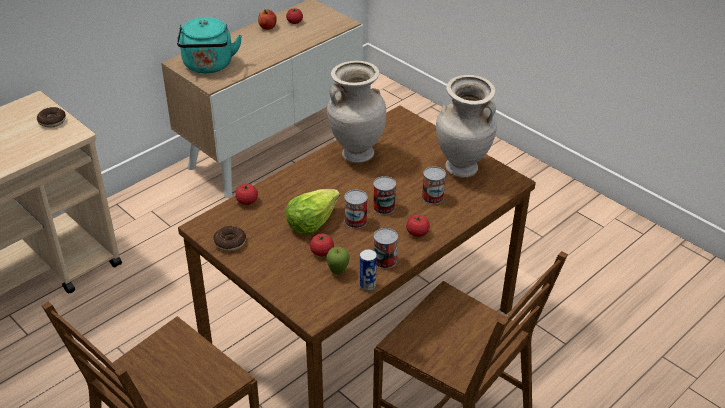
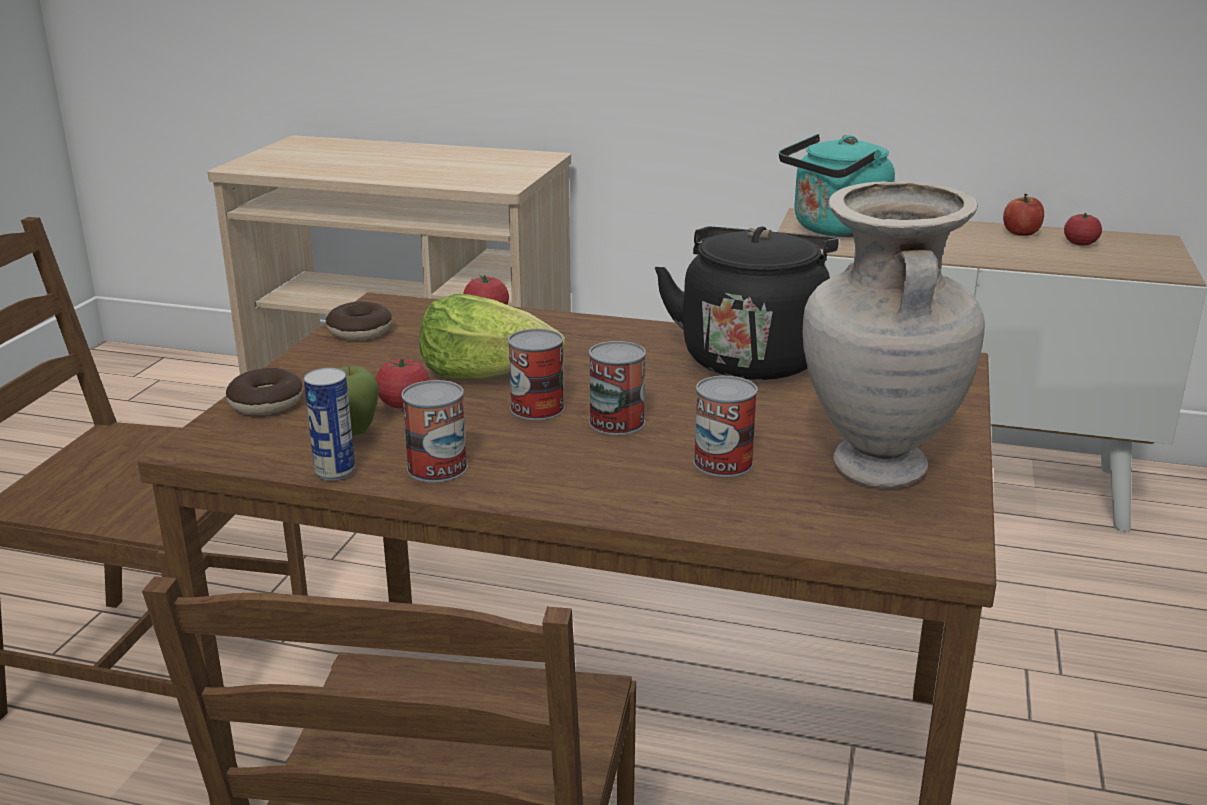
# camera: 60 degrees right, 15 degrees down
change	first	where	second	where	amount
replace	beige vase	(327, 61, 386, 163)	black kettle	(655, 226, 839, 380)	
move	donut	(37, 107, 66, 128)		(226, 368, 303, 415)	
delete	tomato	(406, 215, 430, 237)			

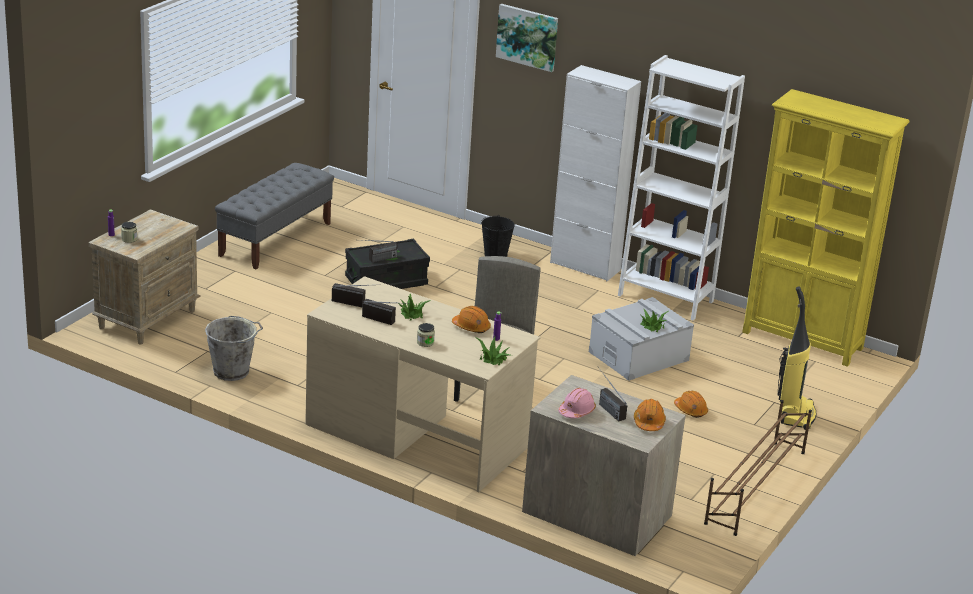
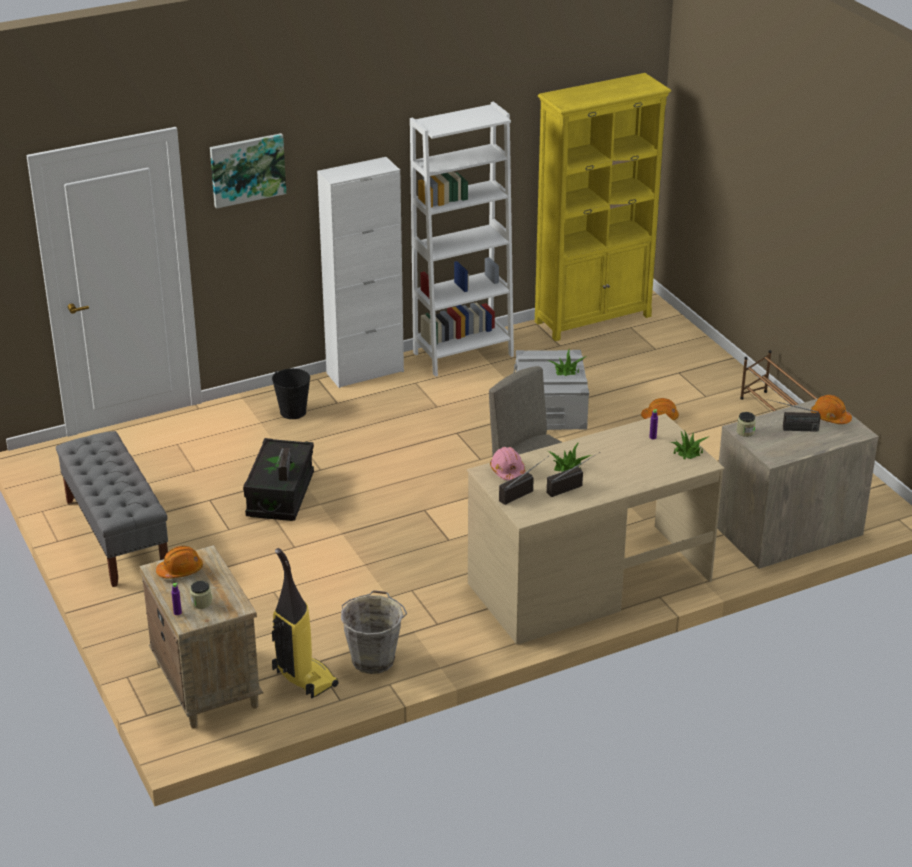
# camera: 55 degrees left, 5 degrees up
change	first	where	second	where	amount
move	vacuum cleaner	(777, 286, 816, 430)		(272, 548, 339, 699)	
move	orange hard hat	(452, 306, 491, 333)		(156, 546, 203, 579)	
move	jar	(417, 323, 435, 347)		(737, 412, 756, 437)	
move	pink hard hat	(558, 388, 596, 418)		(490, 447, 526, 481)	

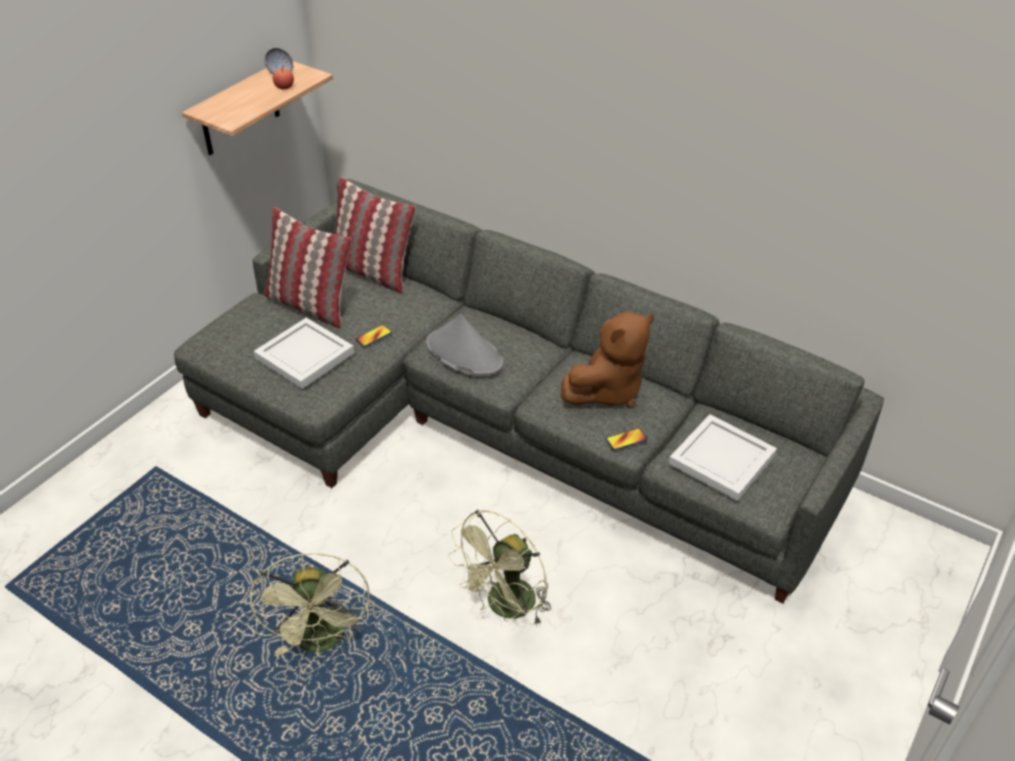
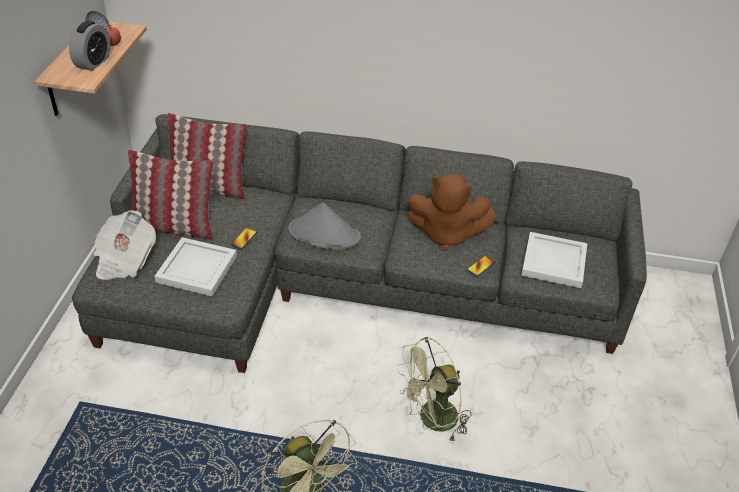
# camera: 25 degrees left, 0 degrees up
change	first	where	second	where	amount
rotate	brown plush toy	(561, 311, 654, 407)		(407, 173, 497, 251)	75 degrees clockwise
rotate	green fan	(448, 510, 551, 625)		(397, 337, 471, 442)	45 degrees clockwise
insert			alarm clock	(69, 21, 111, 71)	
insert			newspaper	(94, 210, 156, 280)	

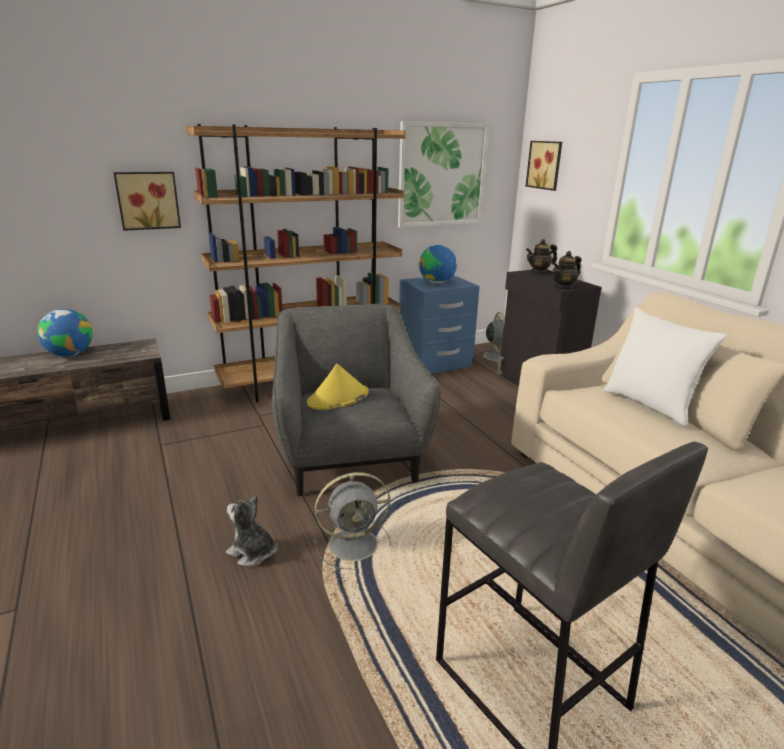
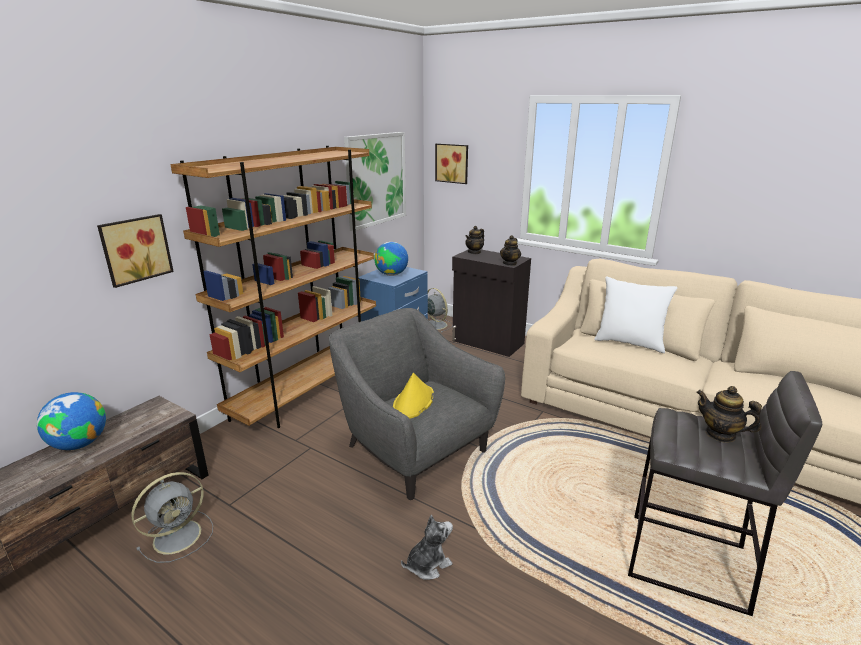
# camera: 30 degrees left, 0 degrees up
change	first	where	second	where	amount
move	grey fan	(313, 472, 391, 570)		(131, 472, 213, 563)	
rotate	plush toy	(226, 494, 278, 567)		(401, 515, 453, 580)	150 degrees clockwise
insert			teapot	(696, 386, 762, 443)	

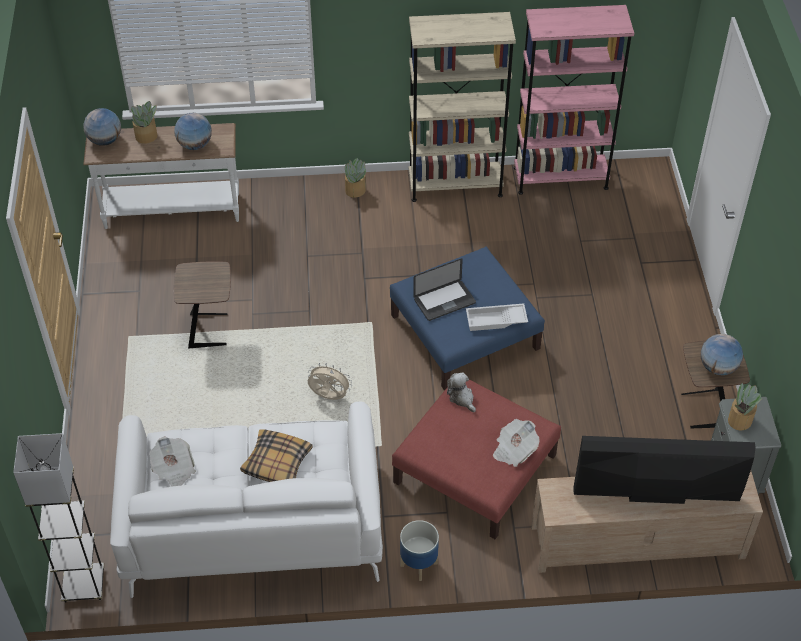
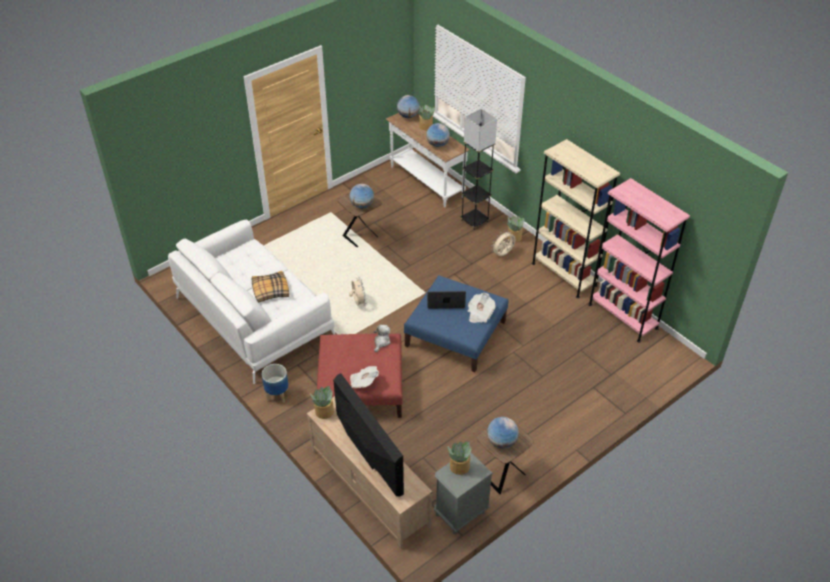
# camera: 55 degrees right, 5 degrees down
change	first	where	second	where	amount
rotate	laptop	(413, 258, 476, 321)		(427, 291, 466, 309)	150 degrees clockwise
delete	white tray	(466, 303, 528, 331)			
move	grey floor lamp	(13, 433, 104, 603)		(460, 109, 497, 230)	
move	newspaper	(149, 436, 196, 487)		(468, 293, 496, 323)	
insert			globe	(349, 184, 374, 208)	
insert			beige fan	(491, 230, 516, 256)	
insert			potted plant	(310, 386, 334, 419)	

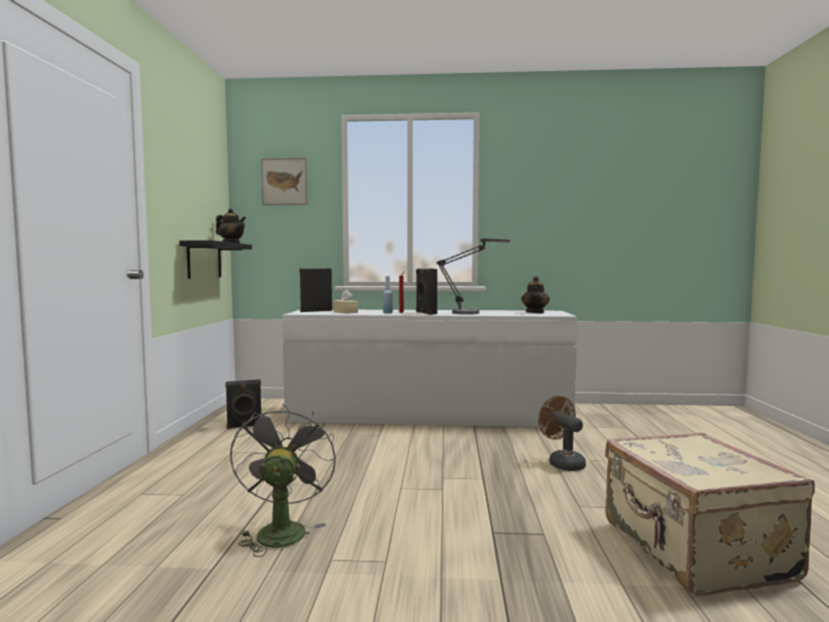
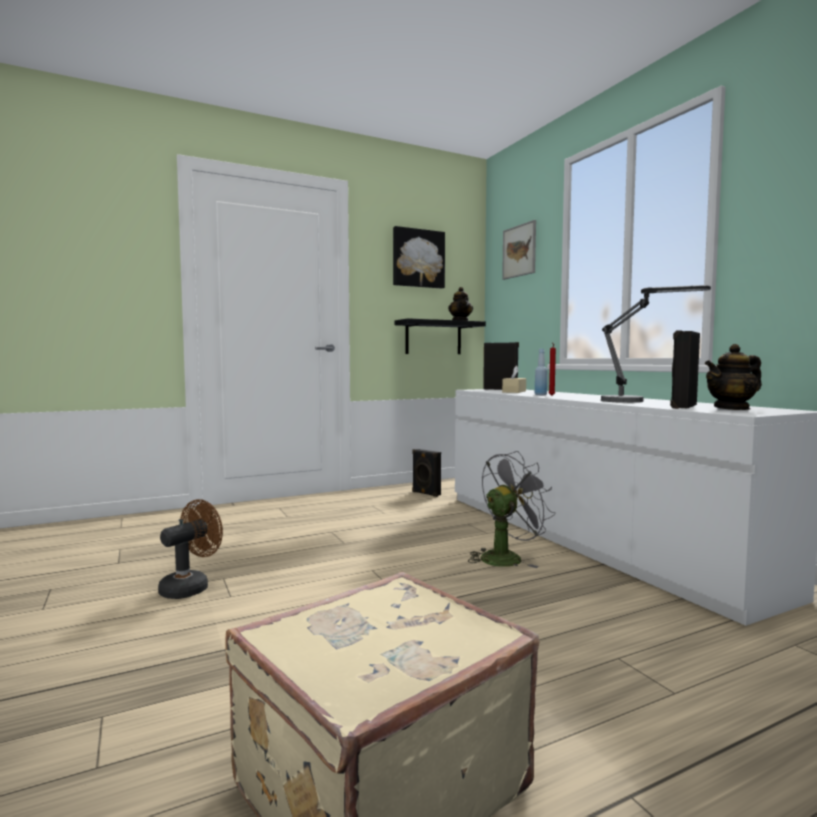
# camera: 60 degrees right, 0 degrees up
change	first	where	second	where	amount
move	black speaker	(416, 268, 437, 315)		(670, 330, 700, 409)	
move	brown fan	(538, 396, 586, 471)		(158, 499, 223, 599)	
move	grey fan	(230, 404, 336, 557)		(468, 451, 555, 568)	
insert			picture	(393, 226, 445, 289)	

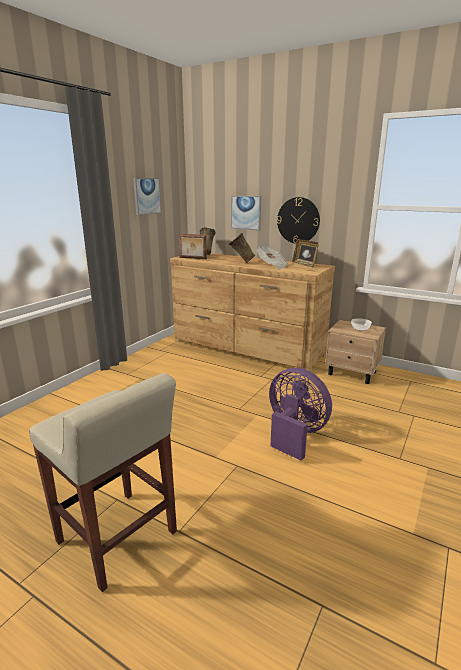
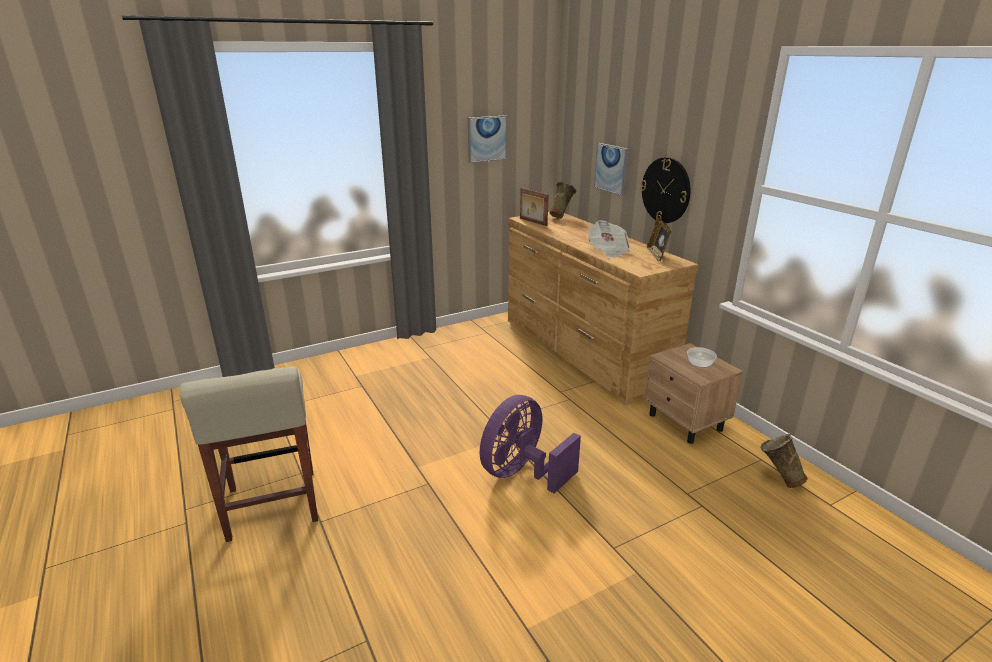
# camera: 30 degrees right, 5 degrees up
change	first	where	second	where	amount
move	beige vase	(228, 233, 255, 263)		(760, 434, 808, 488)	
rotate	purple fan	(269, 368, 332, 461)		(480, 395, 581, 493)	120 degrees counterclockwise

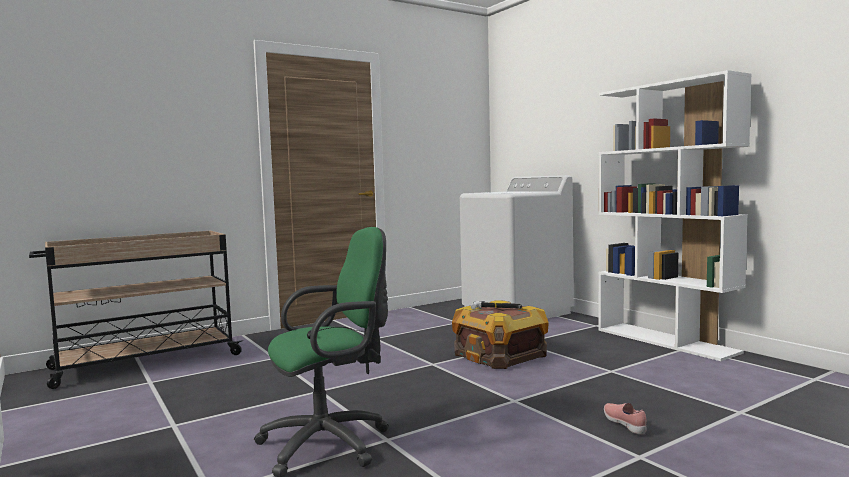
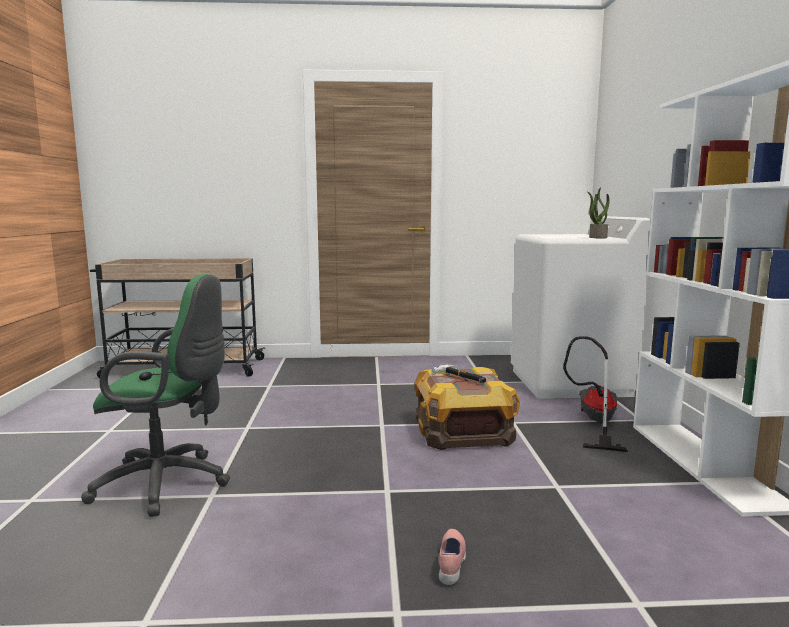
# camera: 30 degrees right, 5 degrees up
change	first	where	second	where	amount
insert			potted plant	(587, 187, 610, 238)	
insert			vacuum cleaner	(563, 336, 628, 452)	

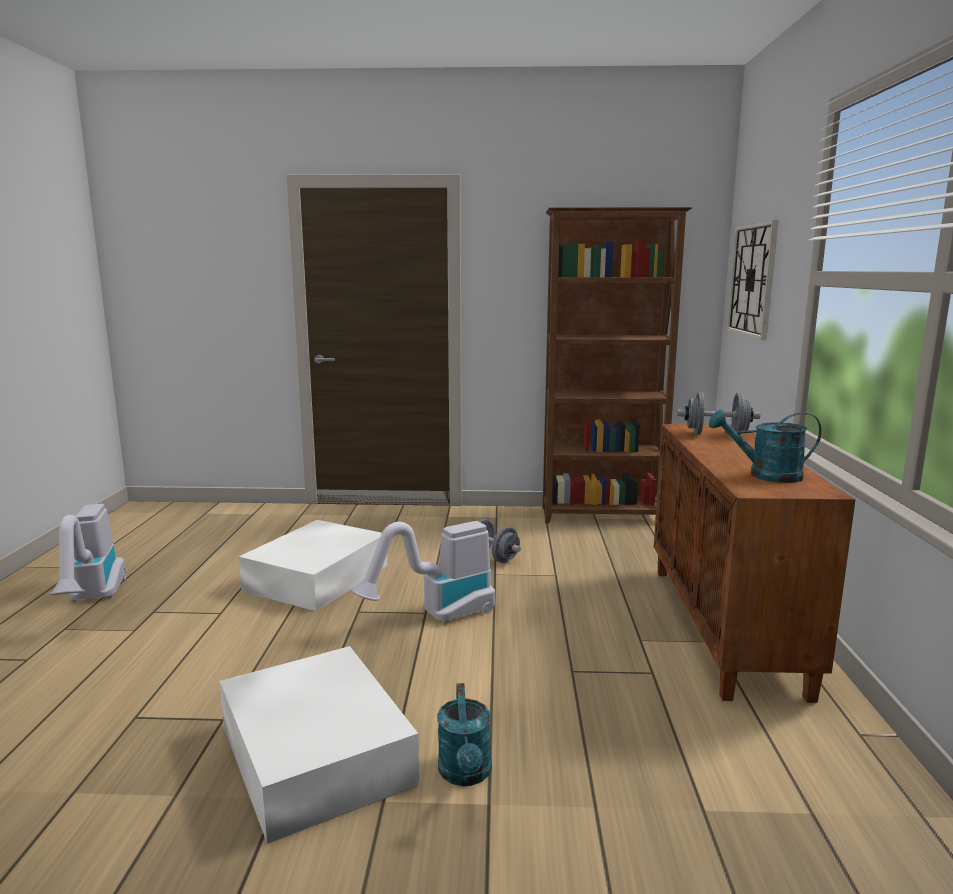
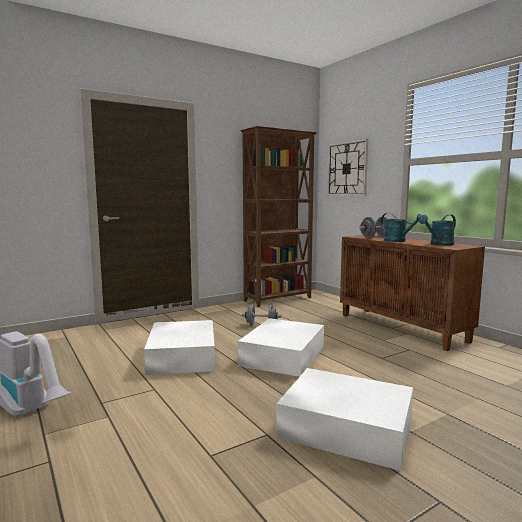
# camera: 35 degrees left, 5 degrees down
change	first	where	second	where	amount
replace	vacuum cleaner	(351, 521, 495, 624)	white storage box	(238, 318, 324, 377)	
move	turquoise watering can	(437, 683, 492, 786)		(381, 213, 422, 242)	

